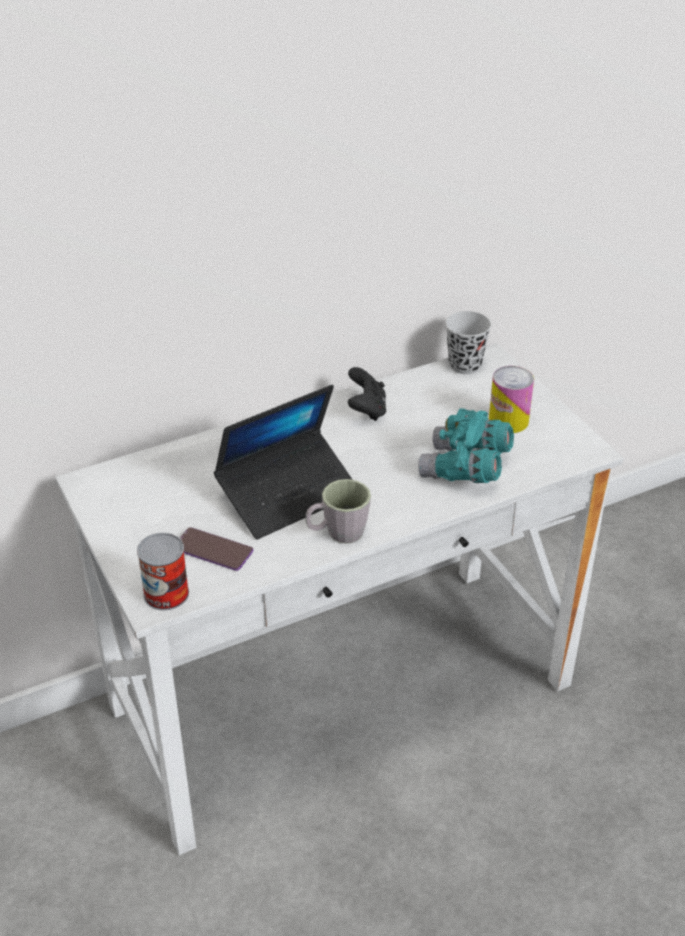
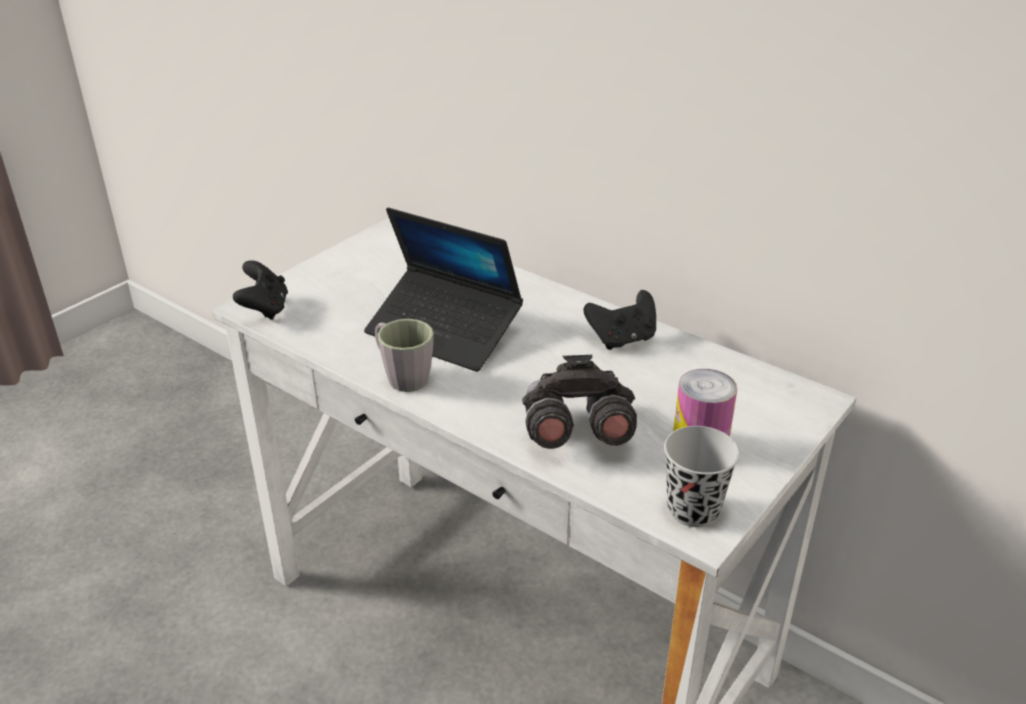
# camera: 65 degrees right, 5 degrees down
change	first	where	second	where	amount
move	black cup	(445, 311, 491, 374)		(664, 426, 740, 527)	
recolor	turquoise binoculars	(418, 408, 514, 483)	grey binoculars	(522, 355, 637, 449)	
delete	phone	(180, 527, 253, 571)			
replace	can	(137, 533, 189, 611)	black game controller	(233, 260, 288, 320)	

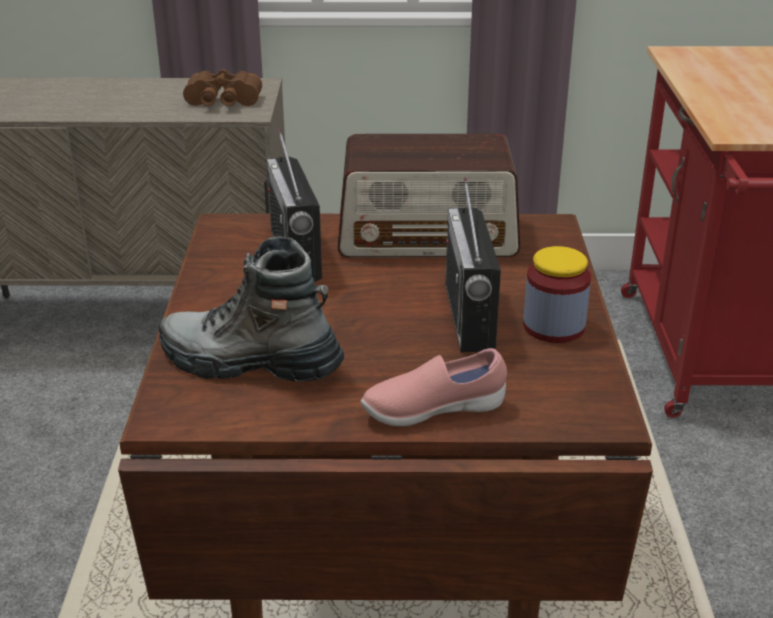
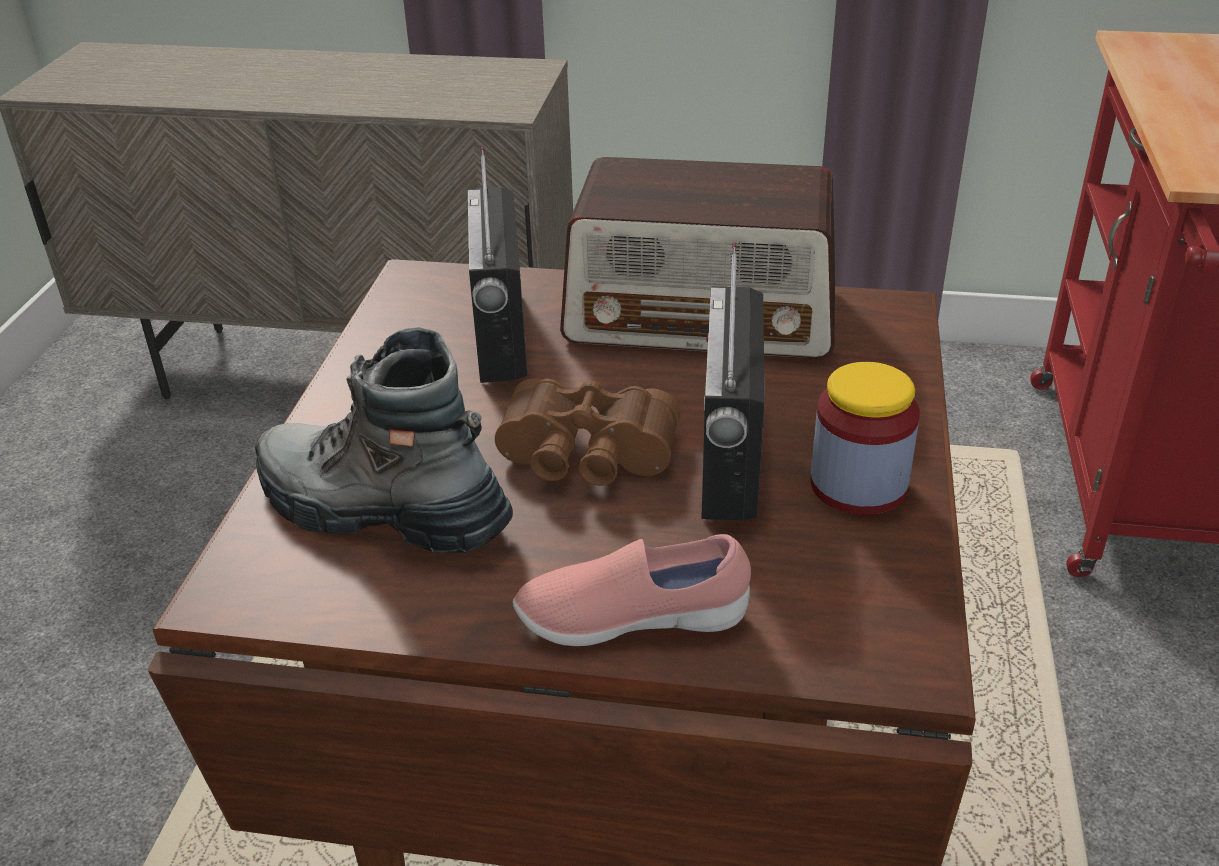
# camera: 10 degrees right, 5 degrees up
change	first	where	second	where	amount
move	brown binoculars	(183, 69, 262, 106)		(495, 379, 680, 486)	

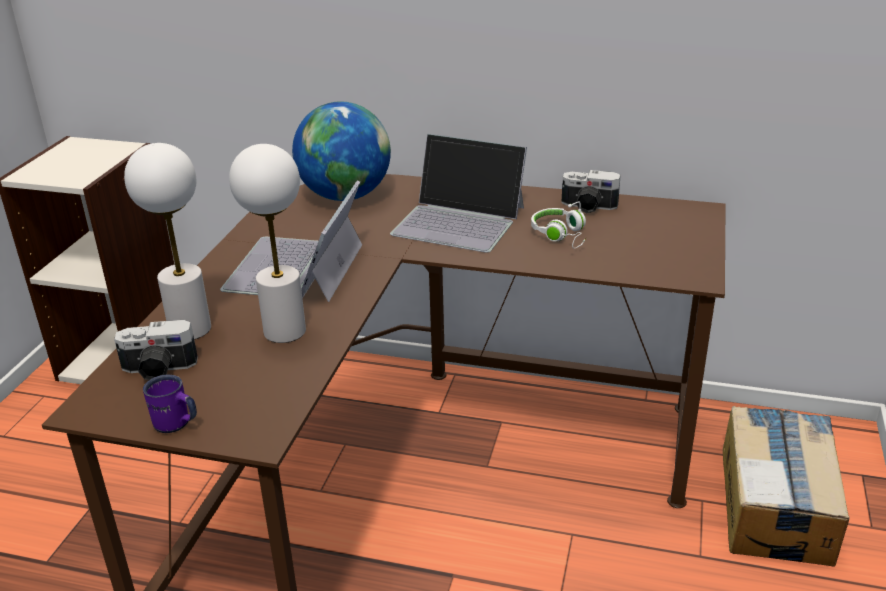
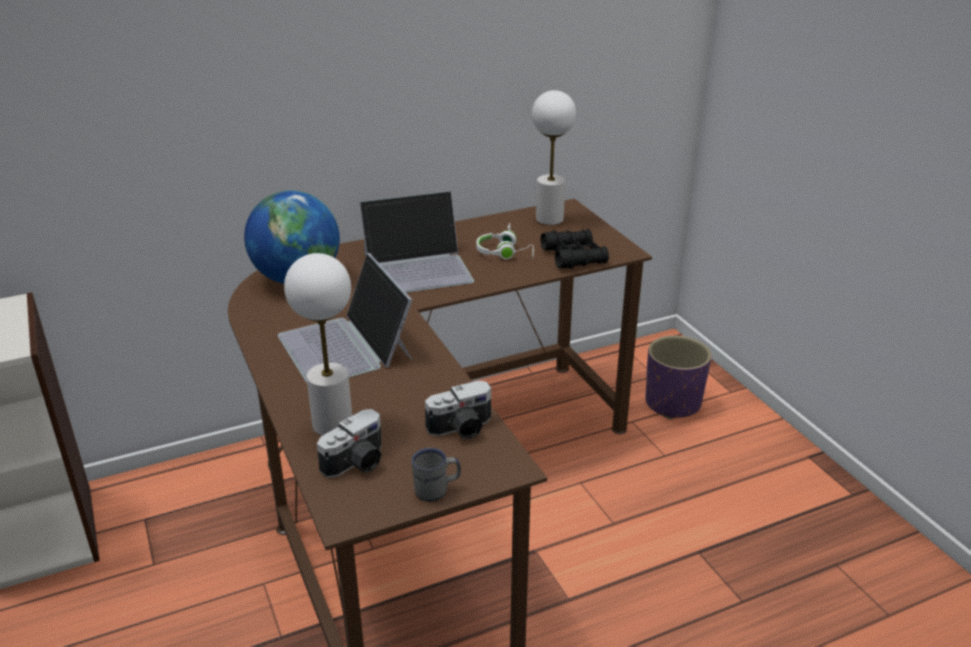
# camera: 40 degrees left, 0 degrees up
change	first	where	second	where	amount
move	white table lamp	(229, 144, 306, 343)		(532, 90, 576, 225)	
move	photo camera	(561, 170, 621, 213)		(425, 381, 491, 439)	
recolor	purple mug	(143, 375, 197, 433)	grey mug	(411, 448, 461, 502)	
replace	cardboard box	(723, 406, 850, 567)	purple planter	(645, 336, 711, 419)	
insert			black binoculars	(540, 229, 609, 269)	

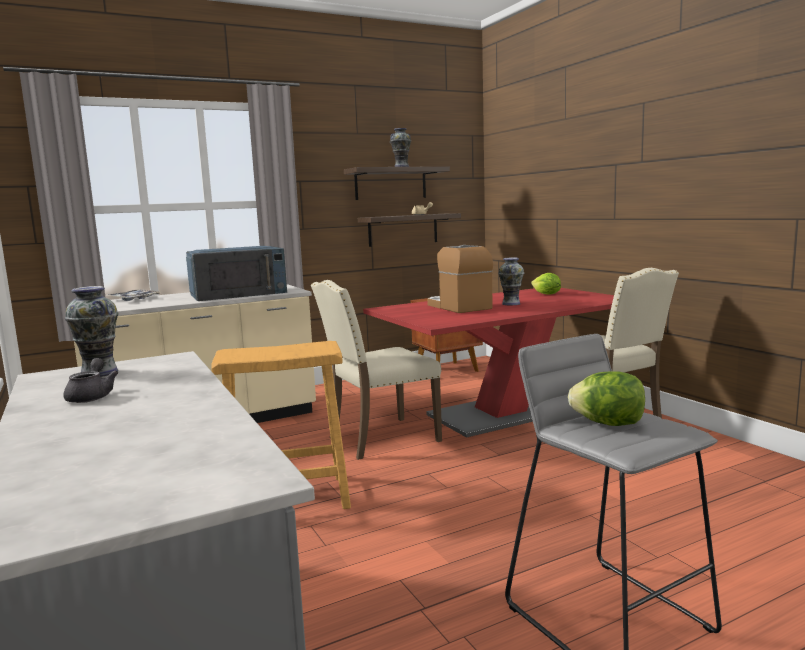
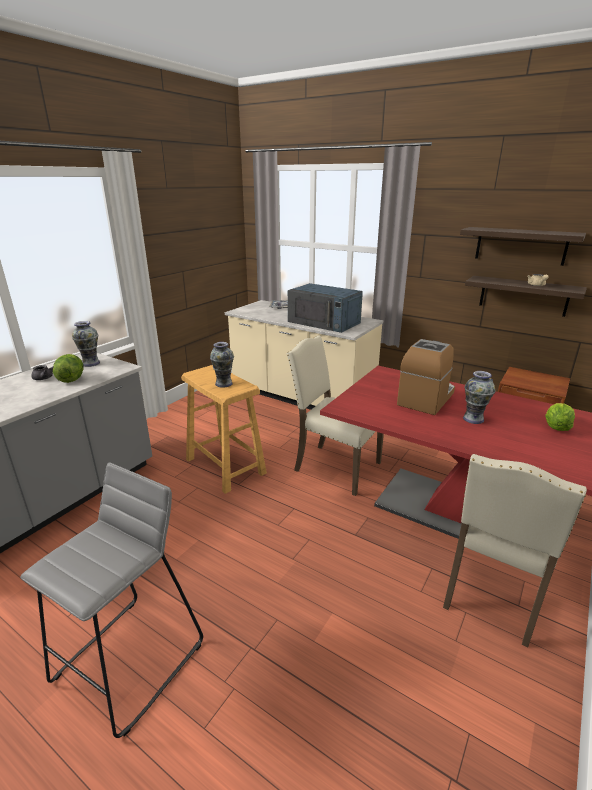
# camera: 60 degrees right, 15 degrees up
change	first	where	second	where	amount
move	vase	(390, 128, 411, 167)		(210, 342, 234, 388)	
move	lettuce	(568, 371, 645, 426)		(53, 354, 83, 383)	

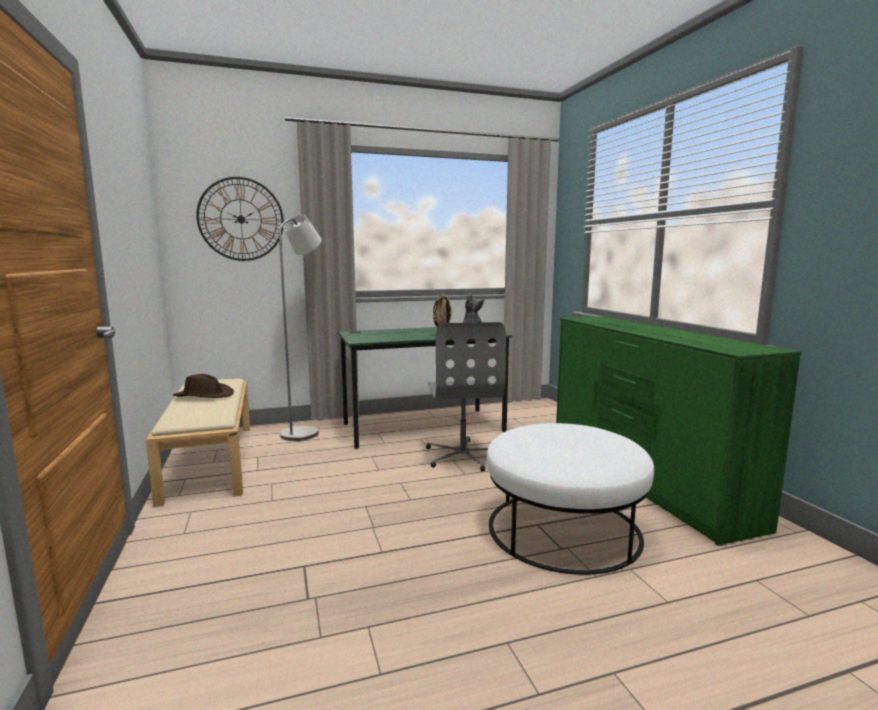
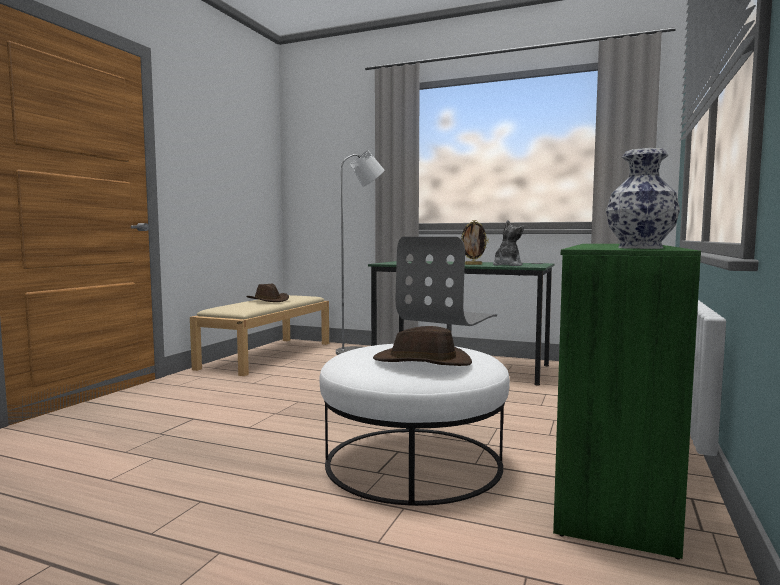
# camera: 40 degrees right, 5 degrees down
change	first	where	second	where	amount
delete	wall clock	(196, 177, 284, 261)			
insert			vase	(606, 148, 680, 249)	
insert			brown hat	(373, 326, 472, 366)	

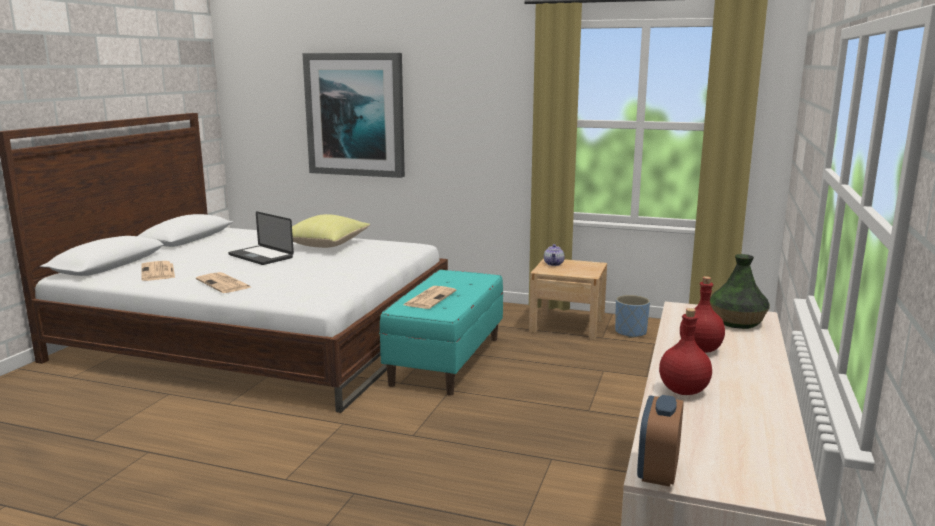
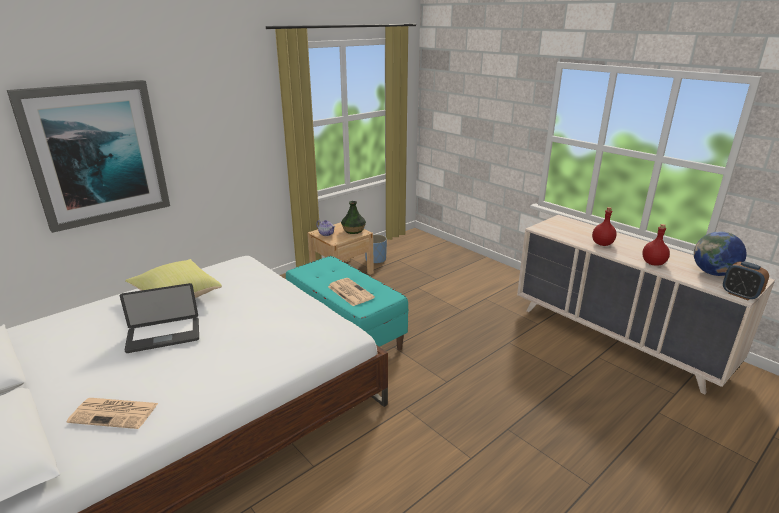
# camera: 60 degrees left, 10 degrees up
change	first	where	second	where	amount
move	vase	(710, 254, 770, 329)		(341, 201, 366, 234)	
delete	newspaper	(196, 272, 251, 293)			
insert			globe	(694, 232, 747, 276)	

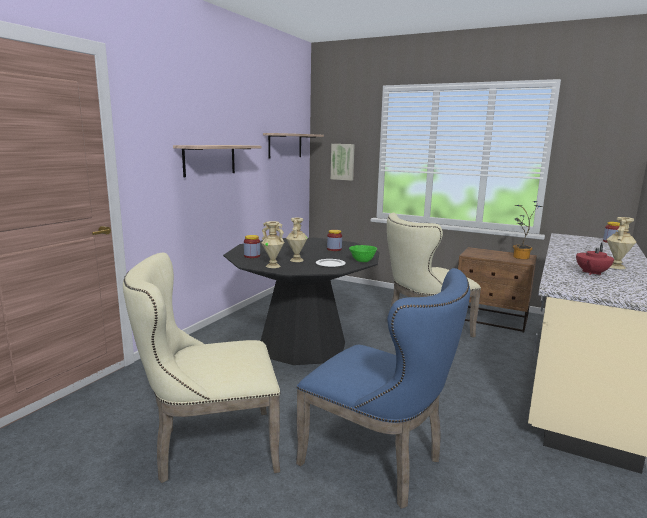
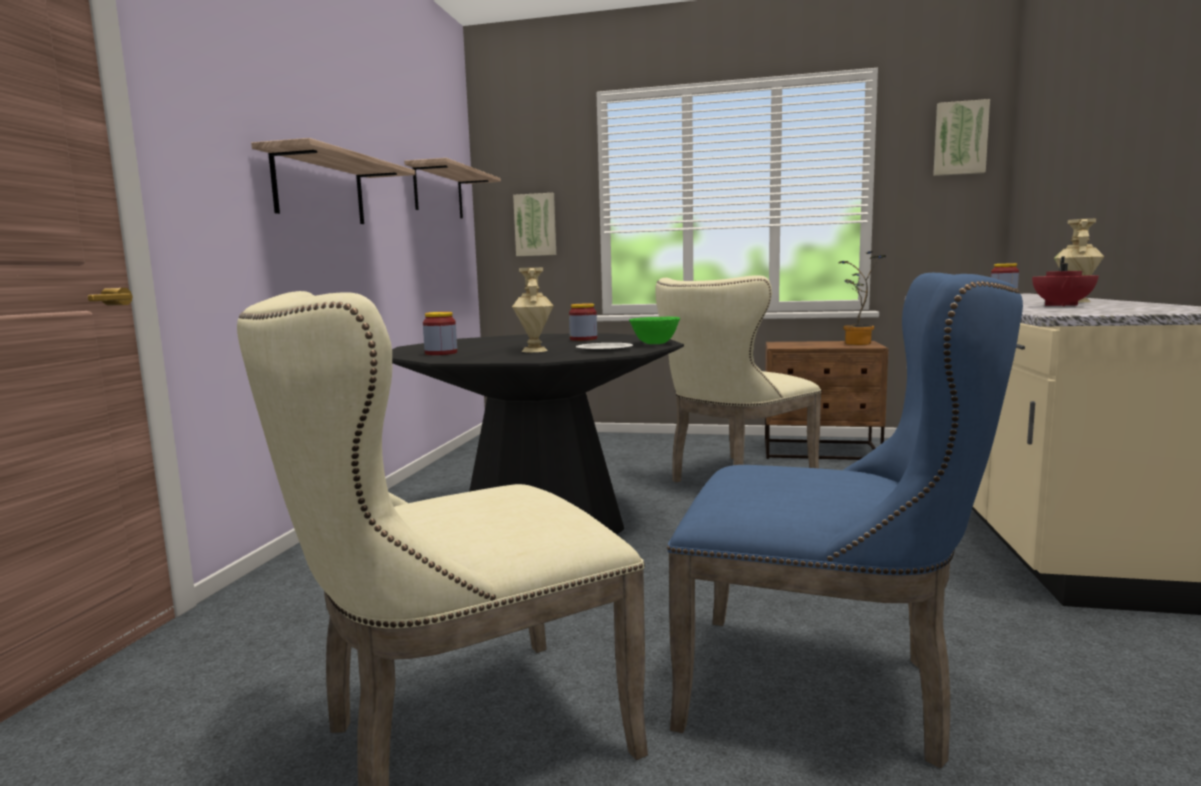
# camera: 15 degrees left, 5 degrees down
change	first	where	second	where	amount
delete	beige vase	(261, 221, 284, 268)			
insert			picture	(933, 99, 990, 176)	

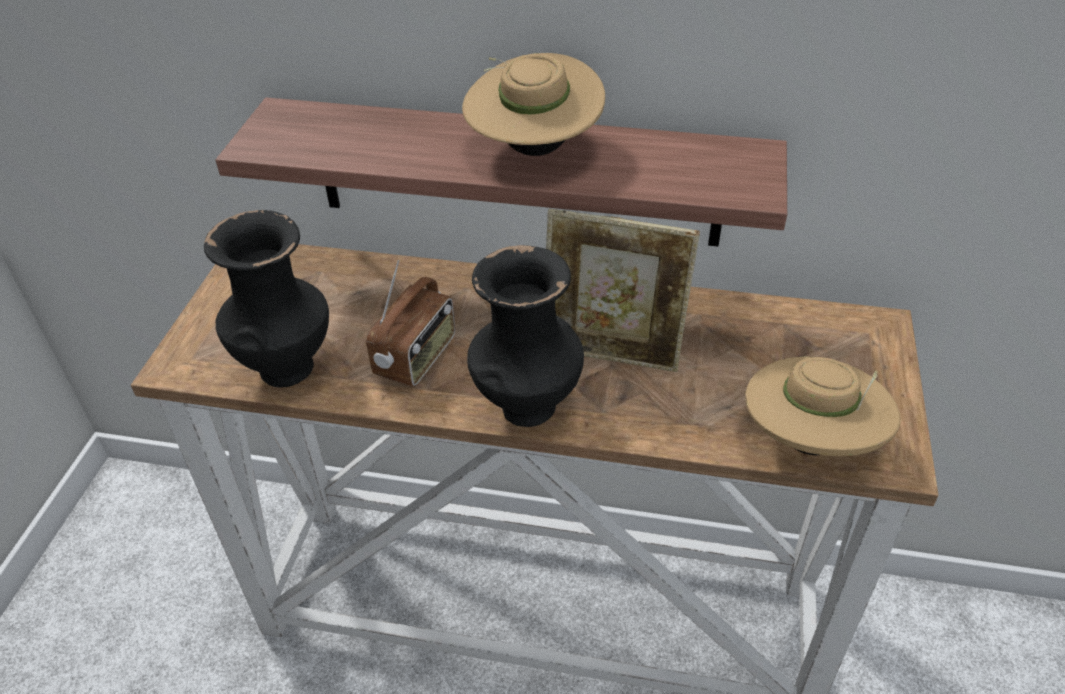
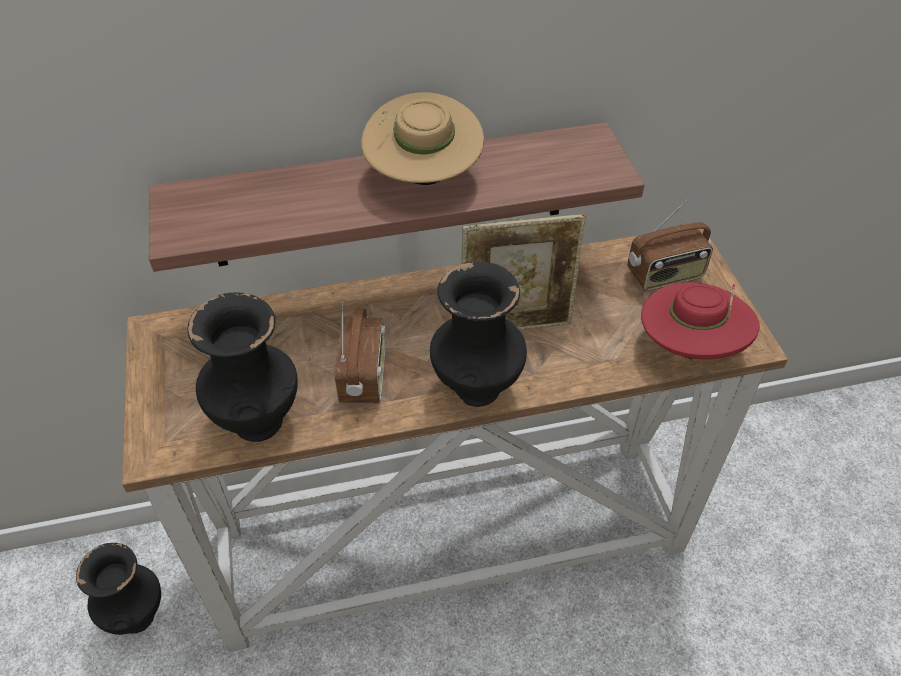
# camera: 25 degrees left, 5 degrees up
change	first	where	second	where	amount
recolor	beige hat	(745, 356, 901, 456)	red hat	(641, 282, 760, 359)	
insert			radio	(627, 199, 713, 291)	
insert			black vase	(76, 543, 161, 635)	

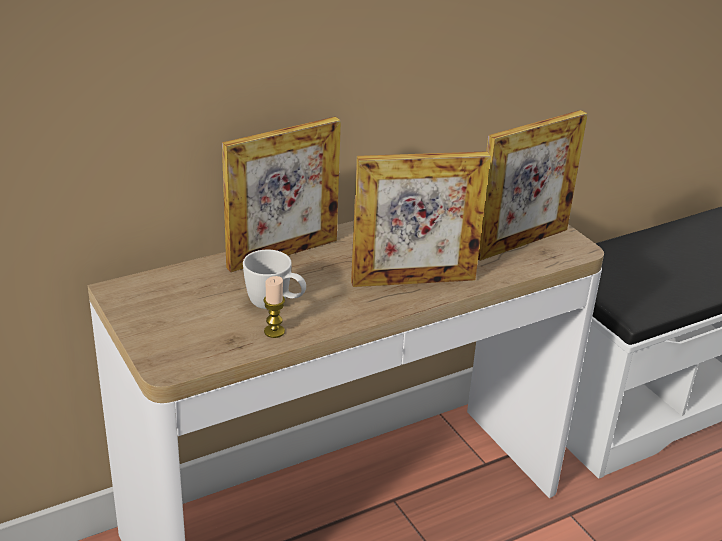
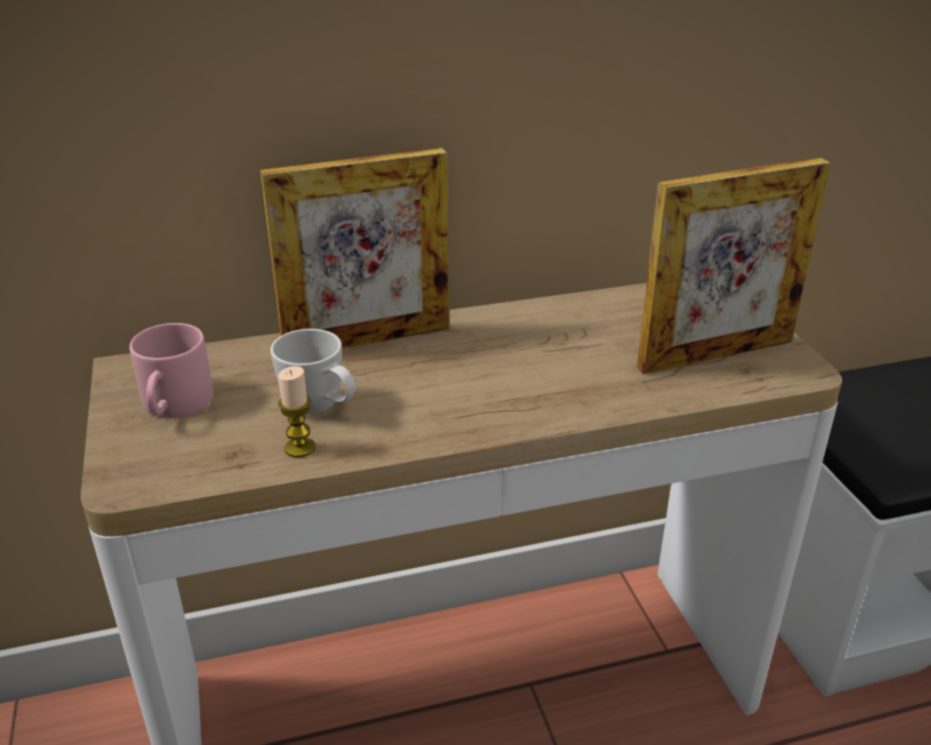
# camera: 15 degrees right, 0 degrees up
change	first	where	second	where	amount
delete	picture frame	(351, 151, 491, 287)			
insert			pink mug	(129, 323, 213, 418)	

